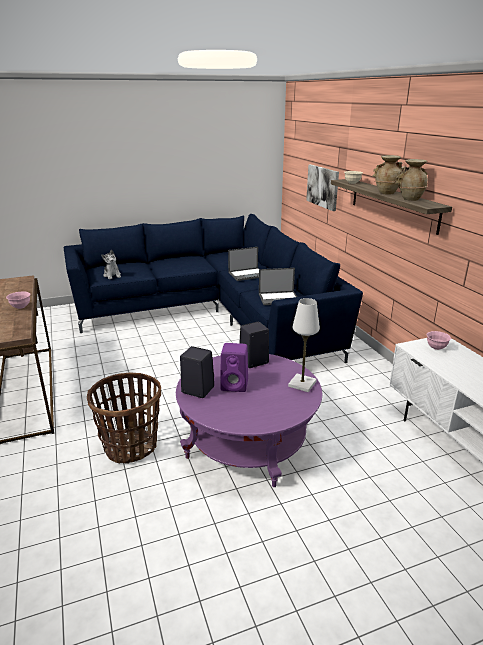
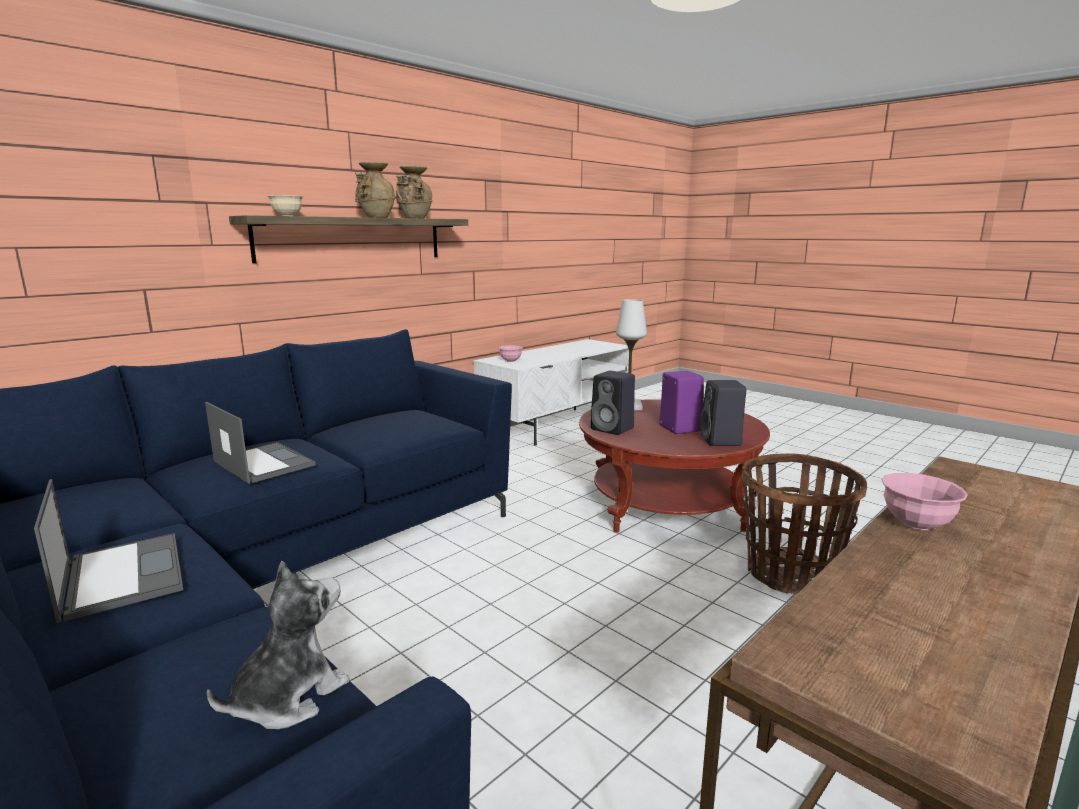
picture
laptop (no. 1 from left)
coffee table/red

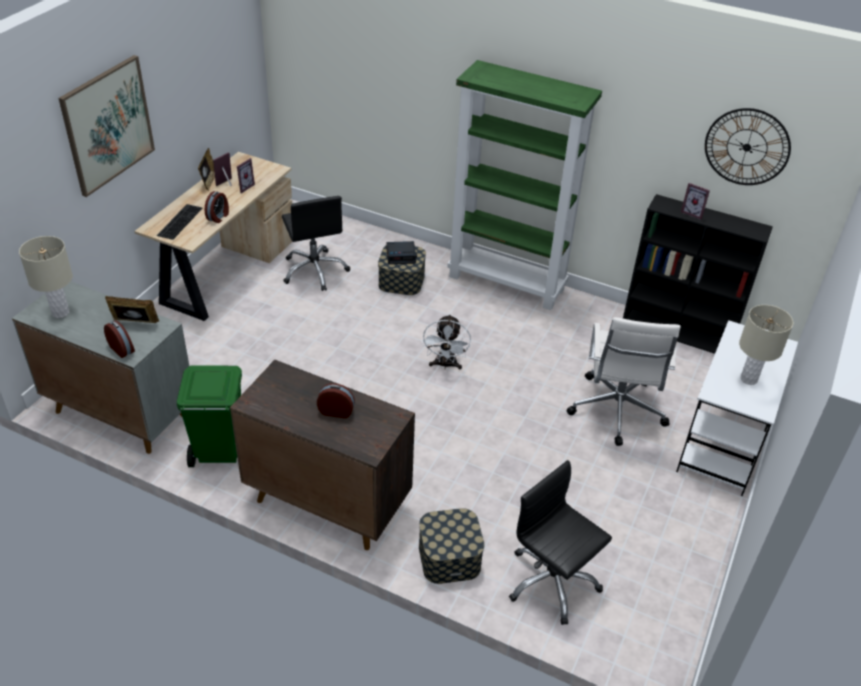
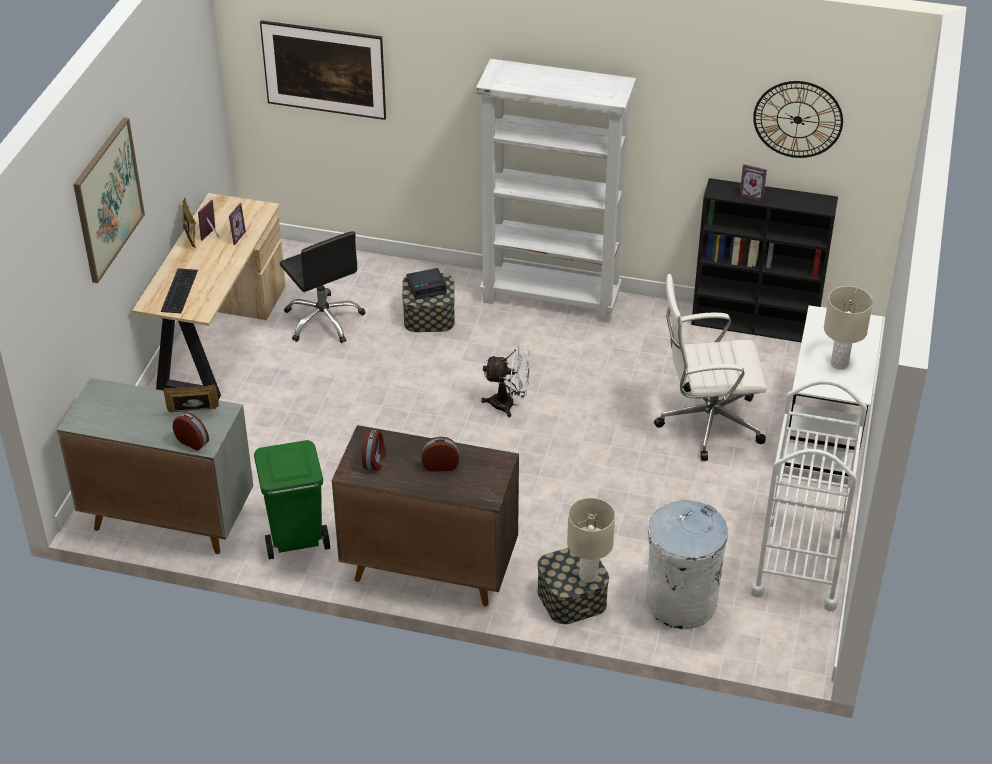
bookcase/white
alarm clock (no. 2 from left)
table lamp/beige (no. 1 from left)
fan/white
office chair/white
trash can/white
picture (no. 2 from left)
cart/white

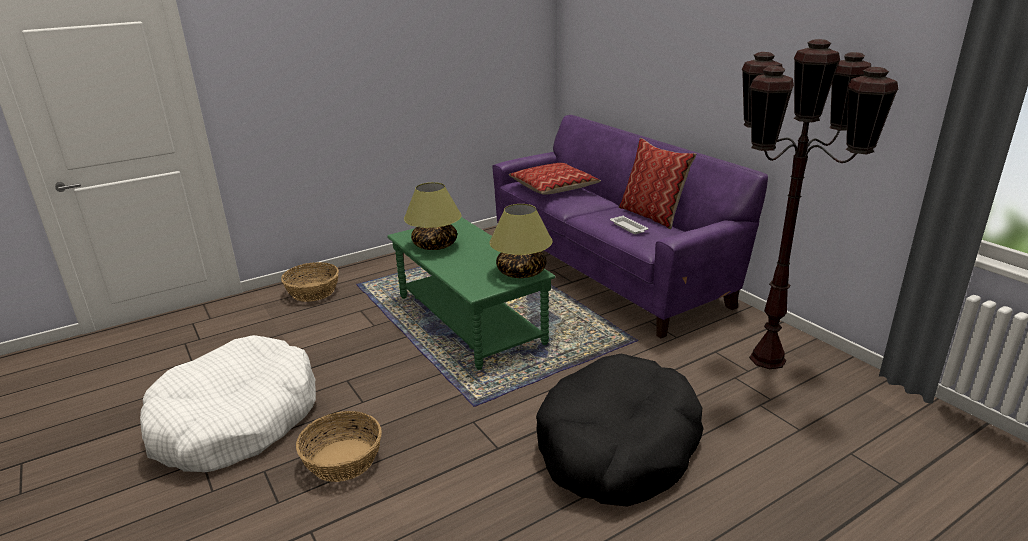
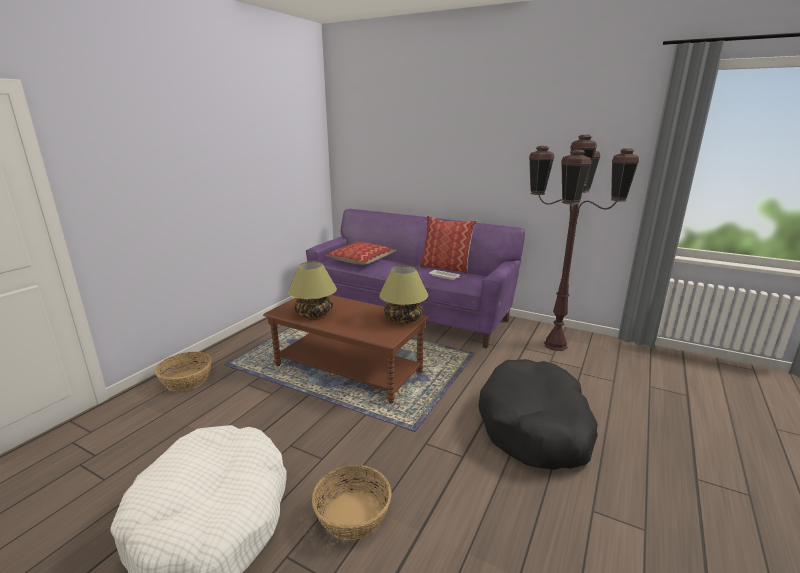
coffee table/brown

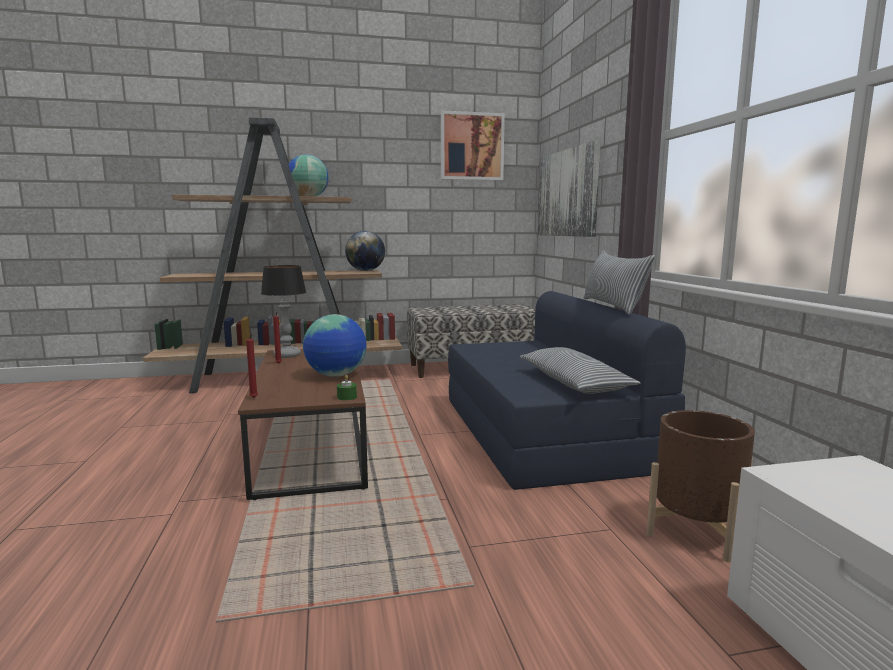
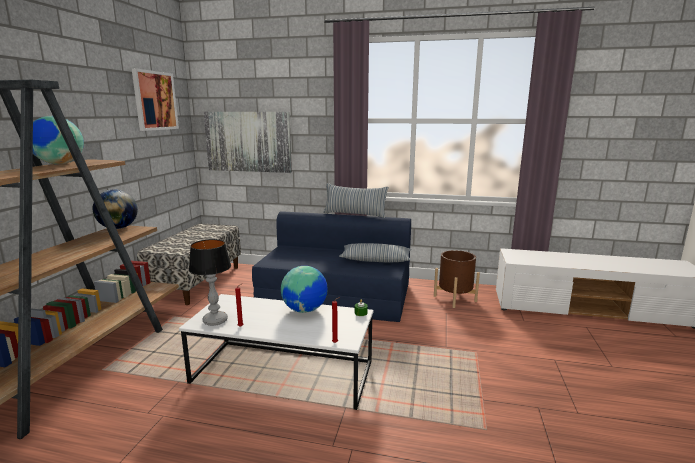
coffee table/white

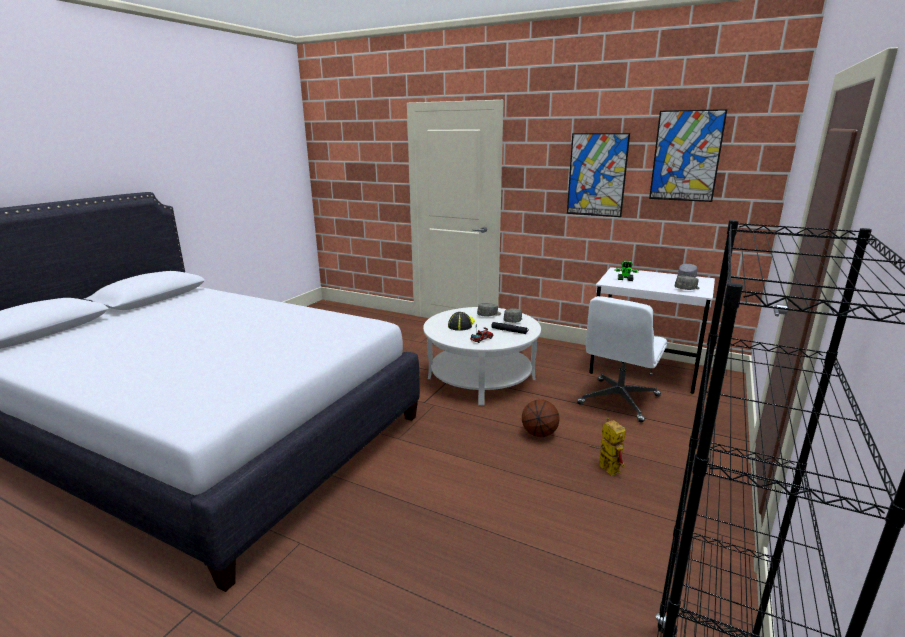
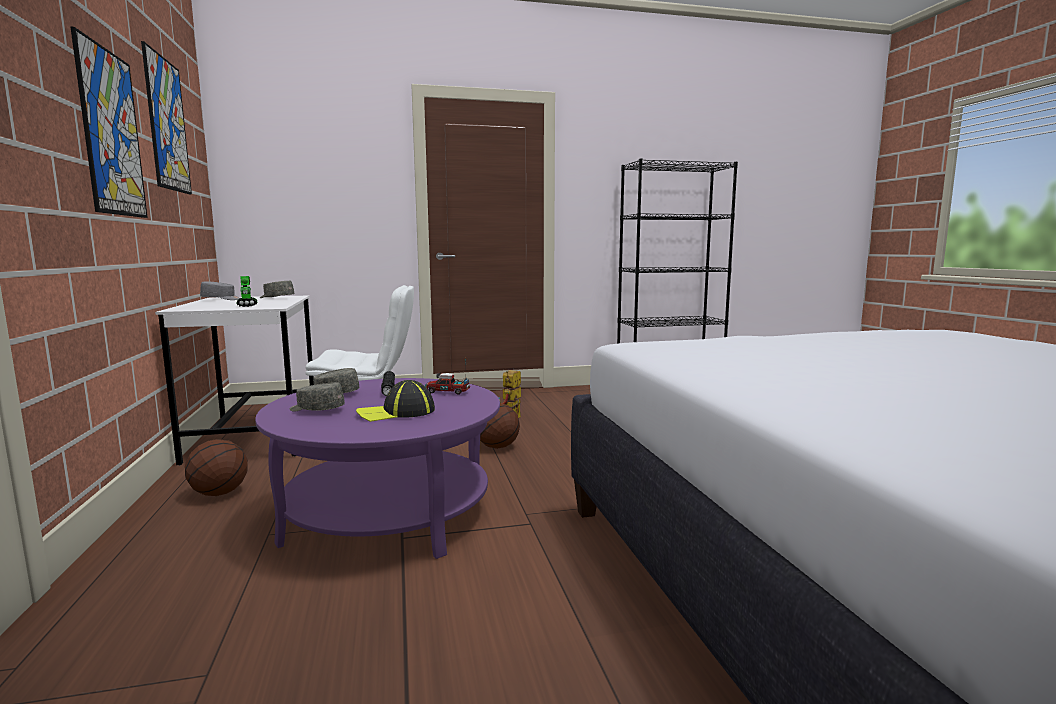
coffee table/purple
basketball (no. 1 from left)

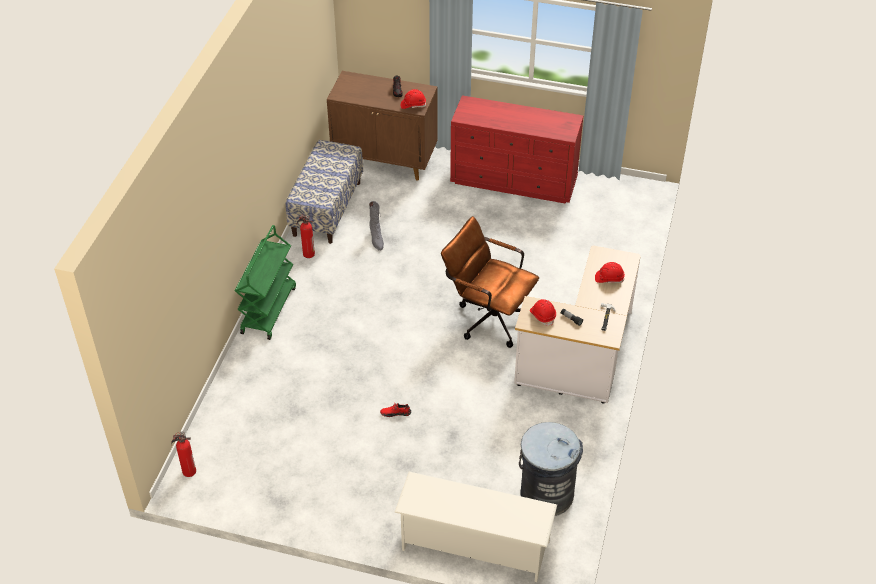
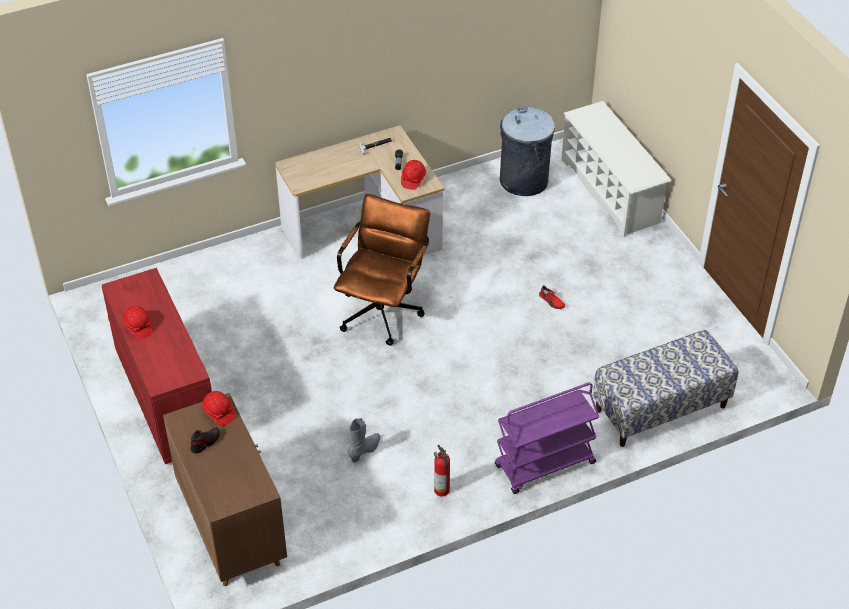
bench
office chair/brown
cart/purple
hard hat/red (no. 1 from left)
fire extinguisher (no. 1 from left in the first image)

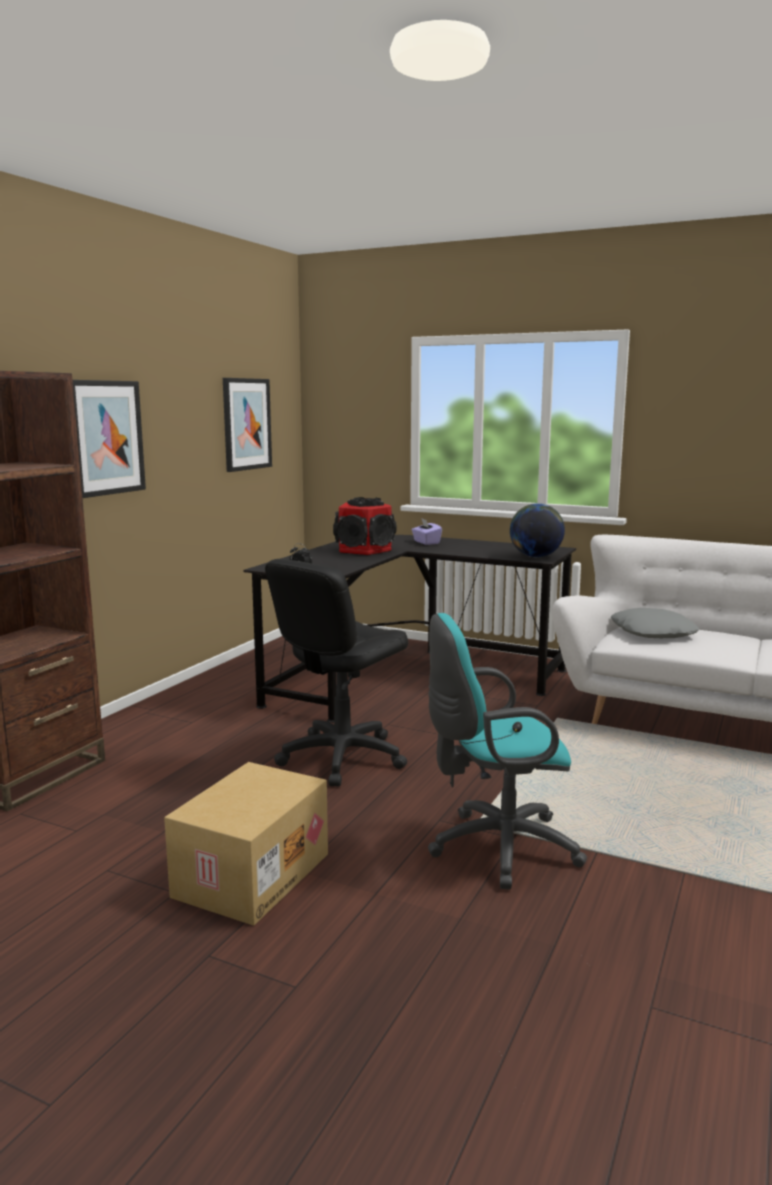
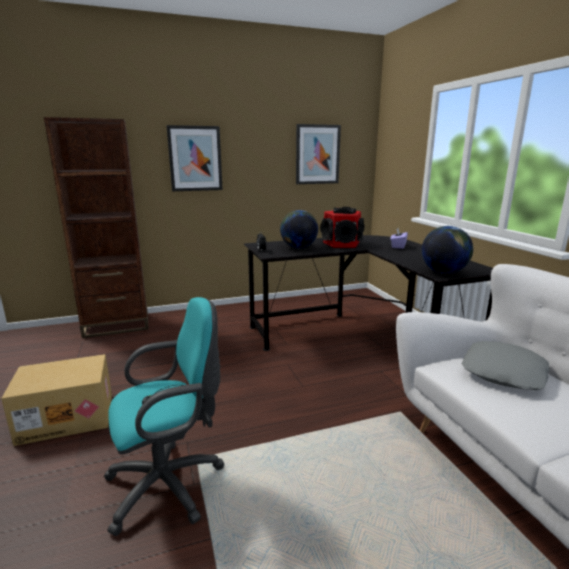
office chair/black
office chair/turquoise
globe (no. 1 from left)

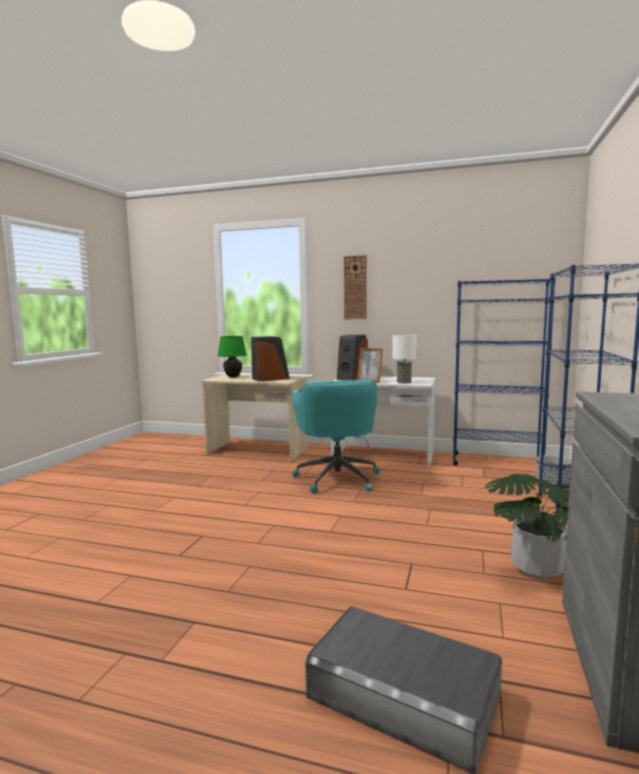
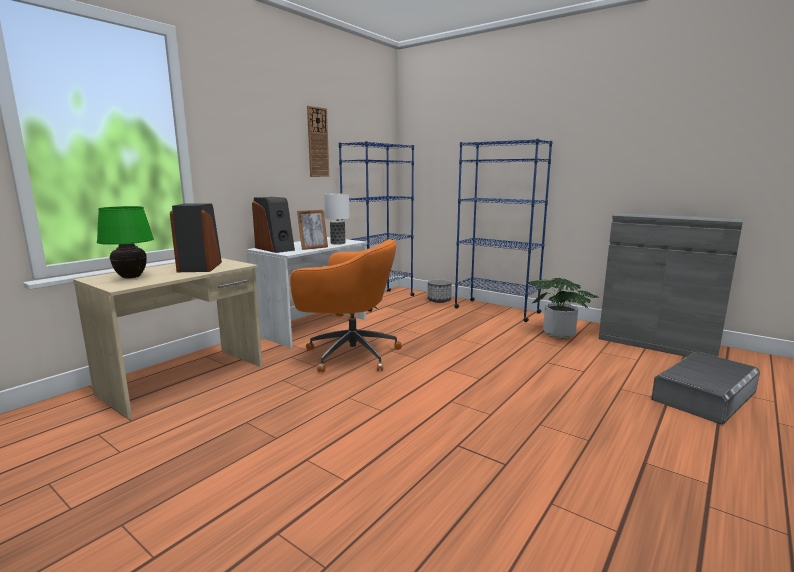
wall clock
office chair/orange

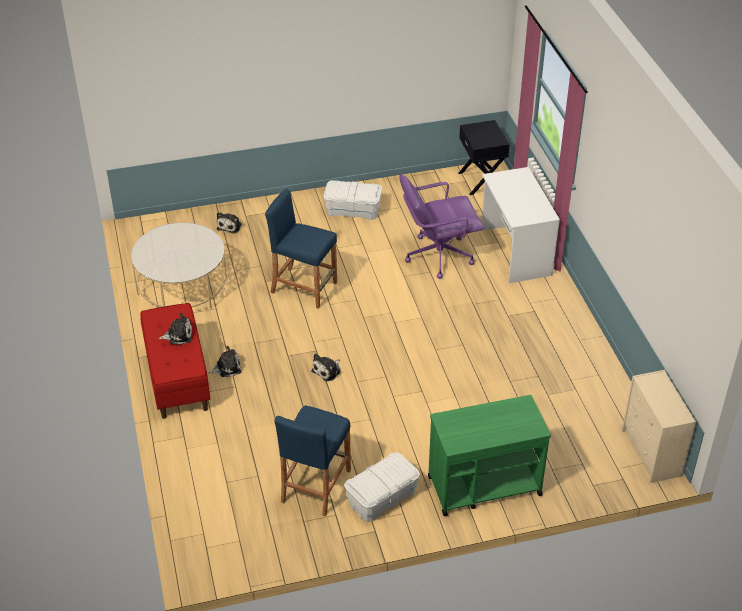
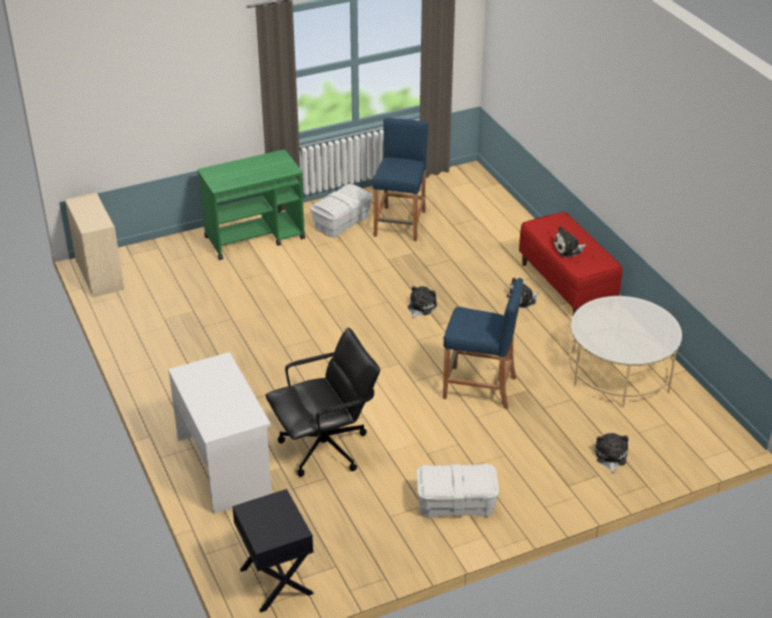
office chair/black

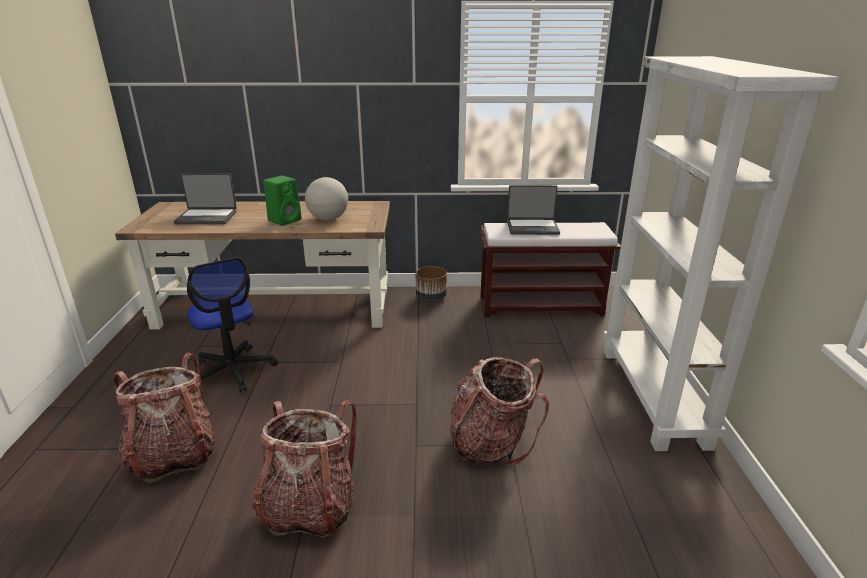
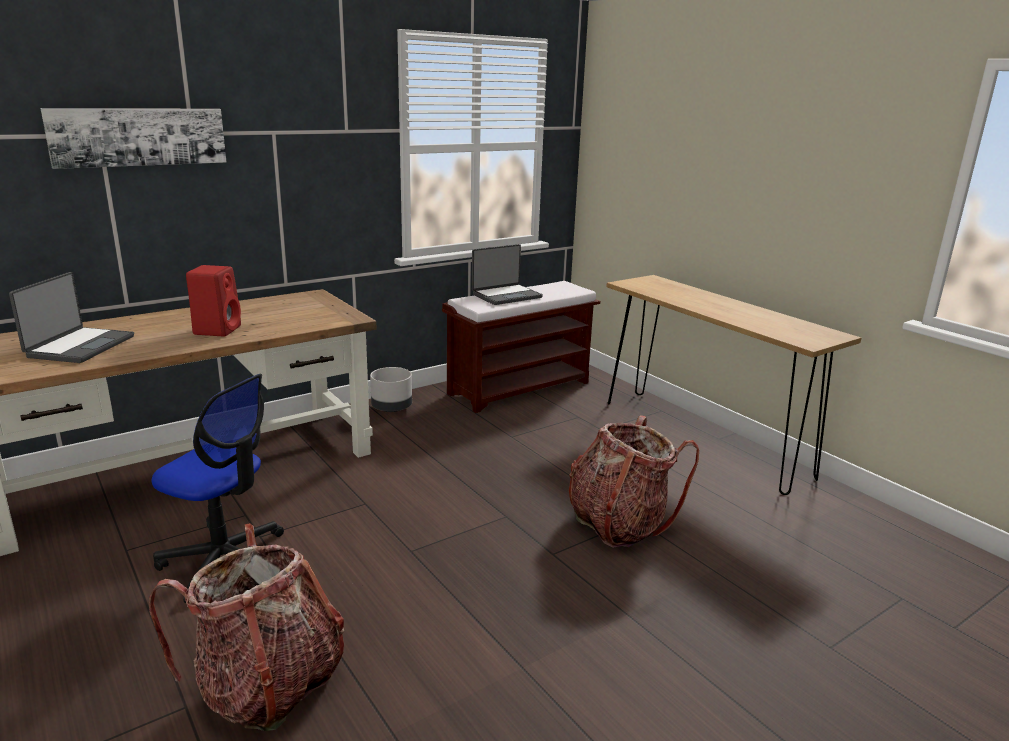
console table/brown
laptop (no. 1 from left)
speaker/red
globe
planter/grey
backpack (no. 2 from left in the first image)
picture

